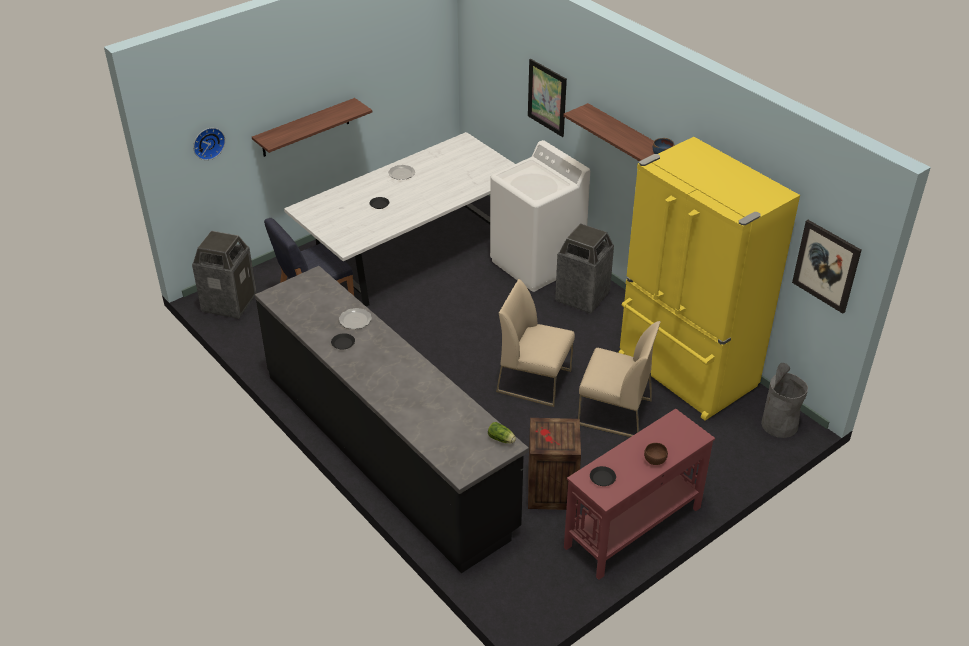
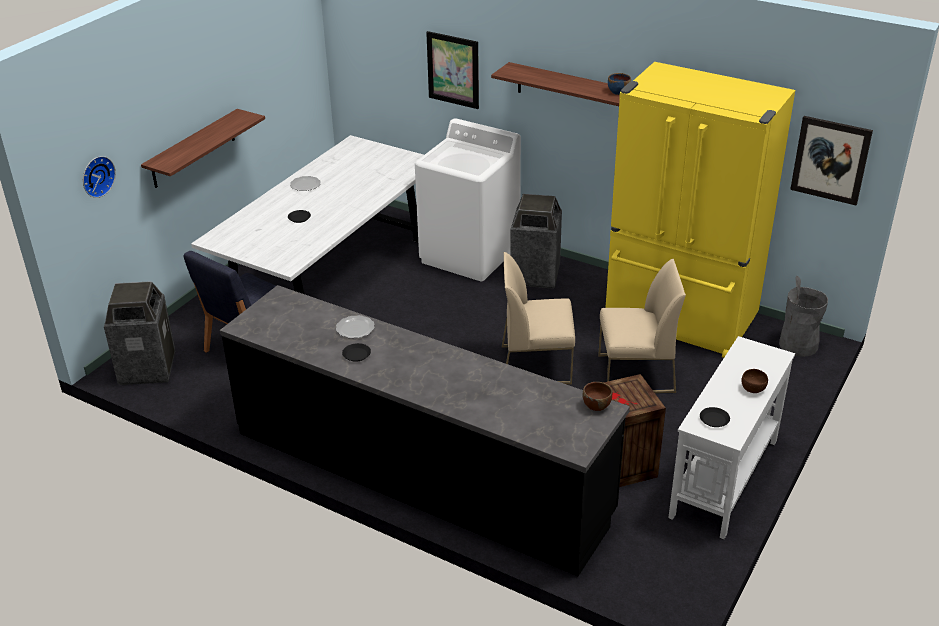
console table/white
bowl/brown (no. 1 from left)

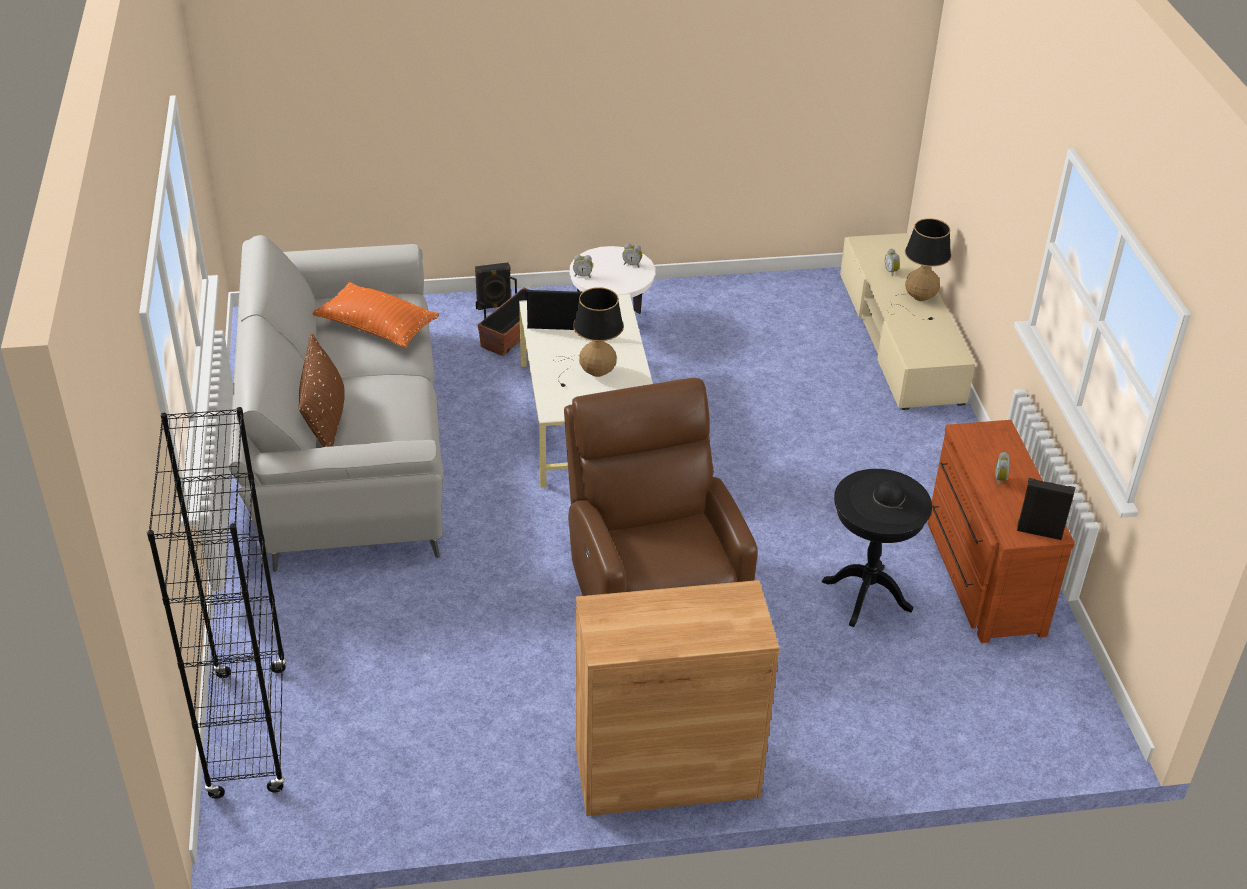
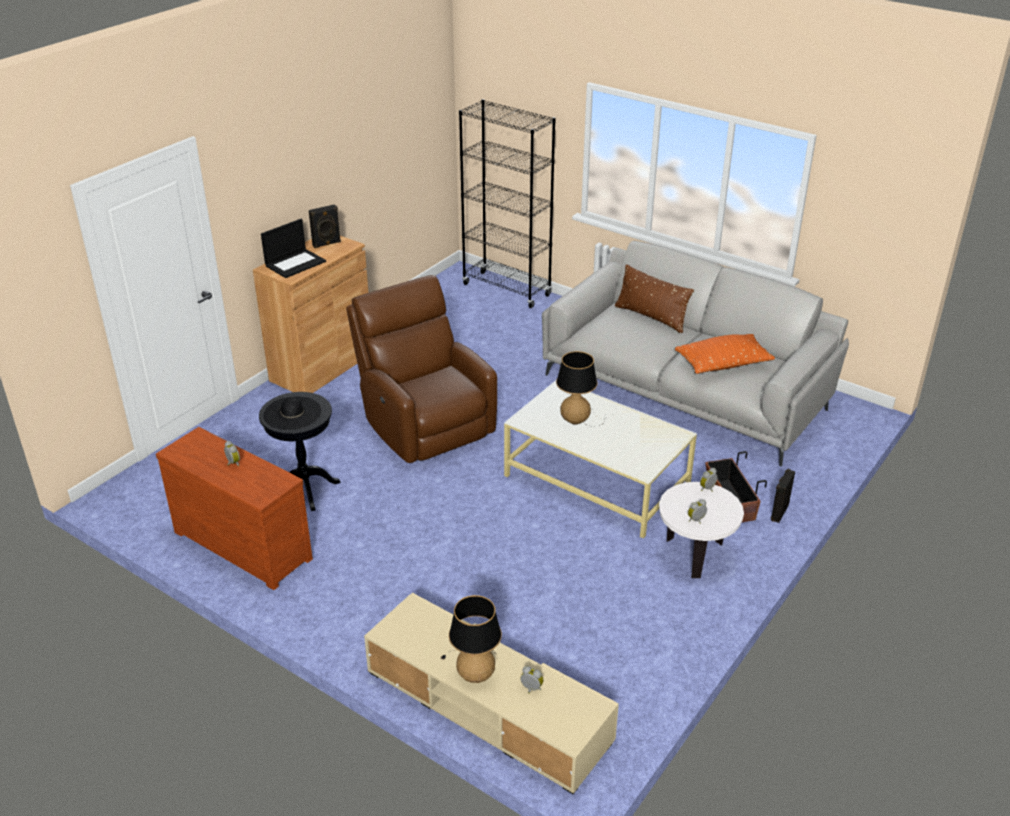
laptop
armchair/brown
speaker/black (no. 1 from left)

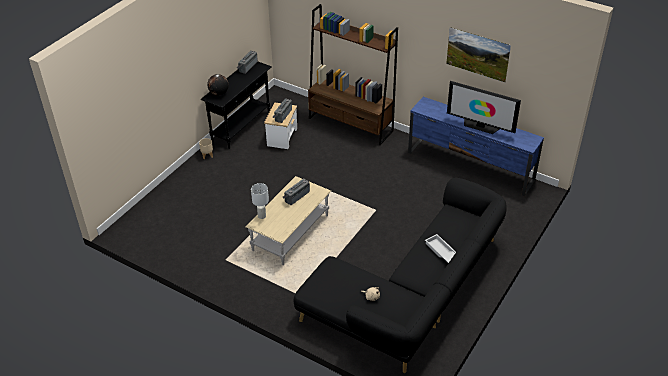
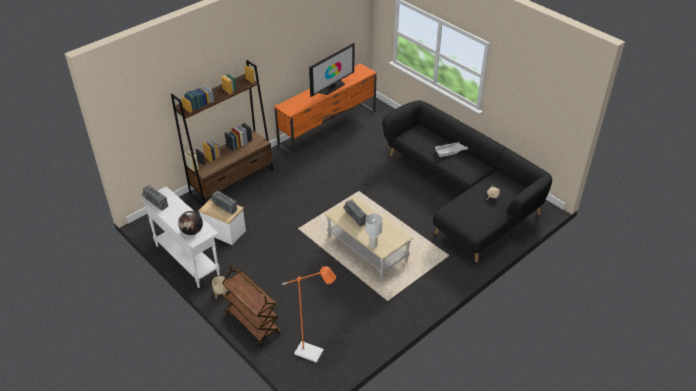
picture
console table/white
tv stand/orange
cart/brown
floor lamp/orange

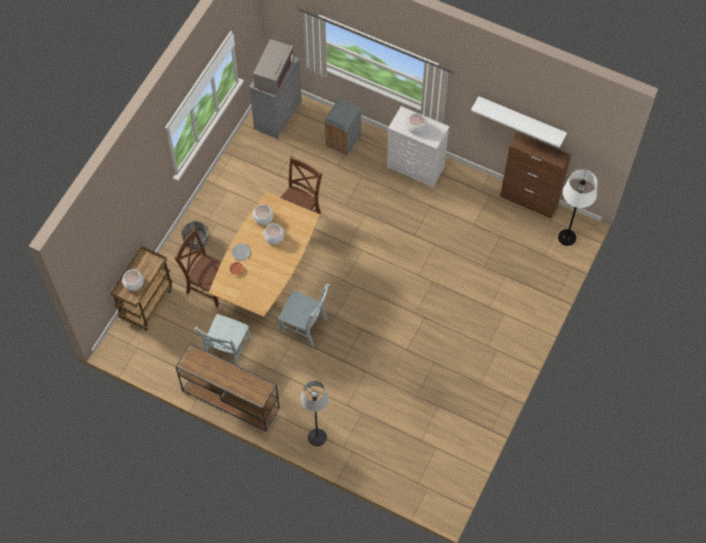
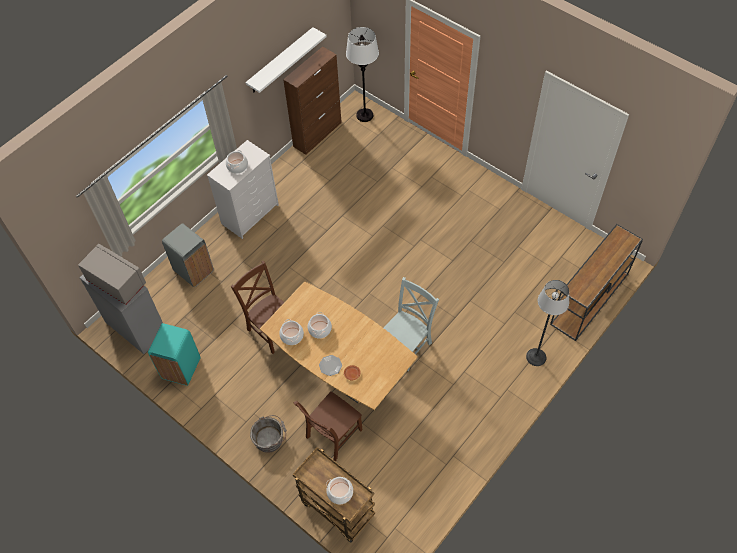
chair/grey (no. 1 from left in the first image)
console table/brown
trash can/turquoise

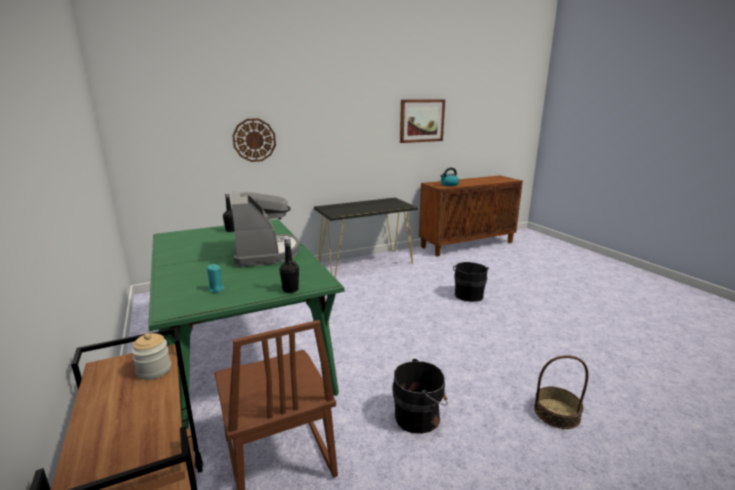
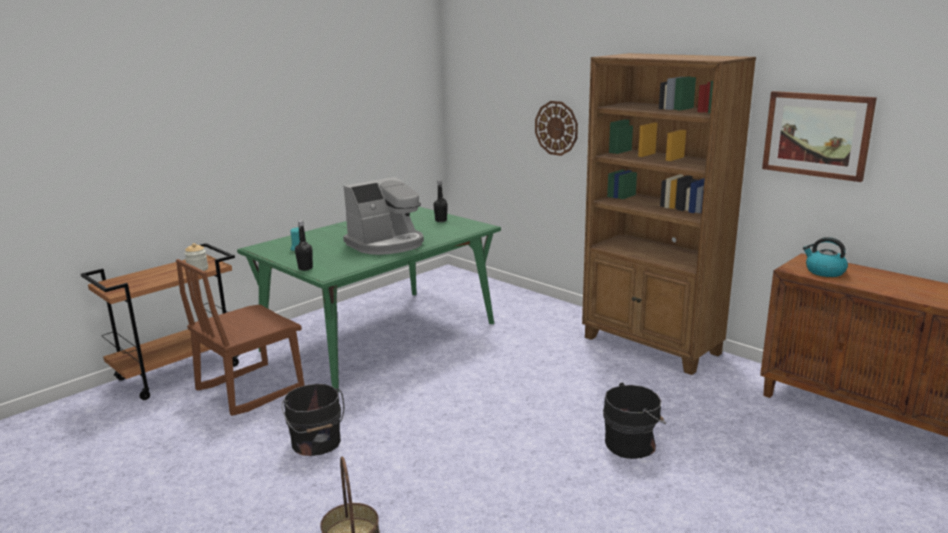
bookcase/brown

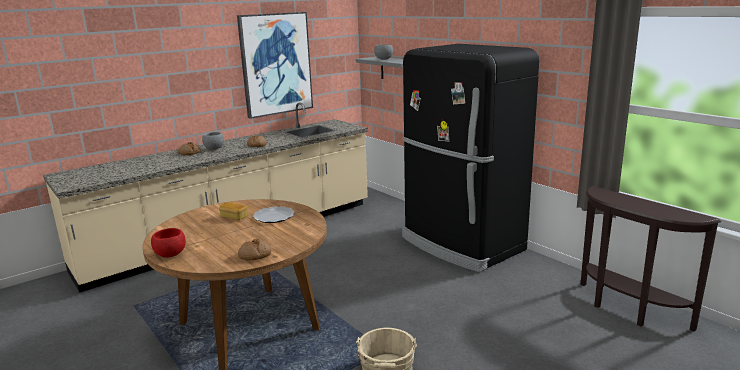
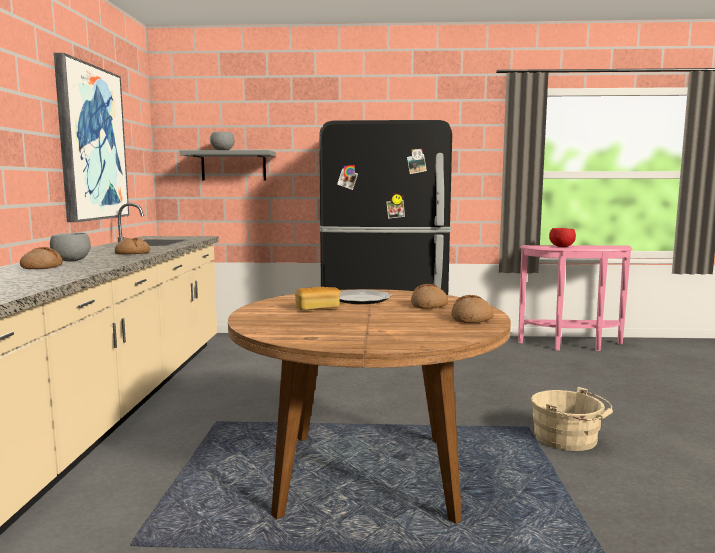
console table/pink
bowl/red
bread (no. 4 from left)

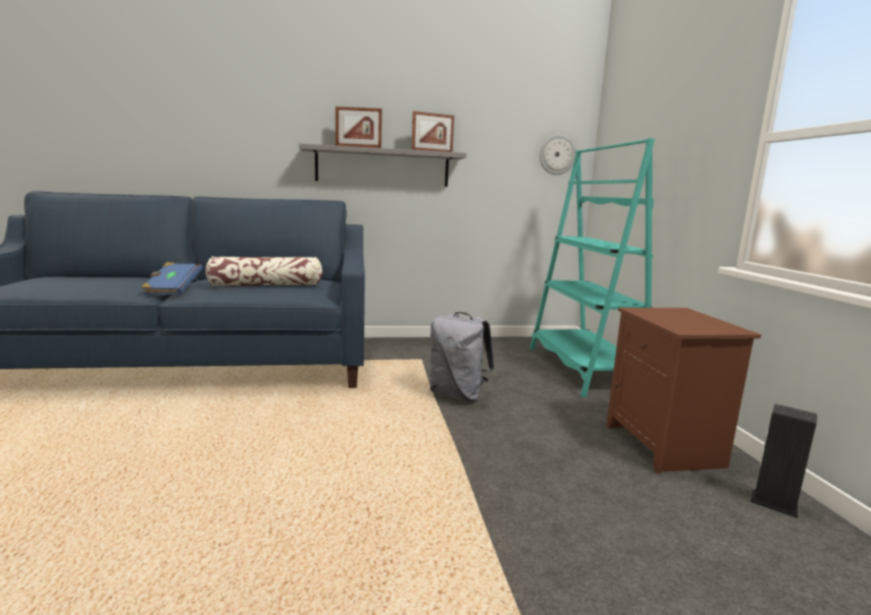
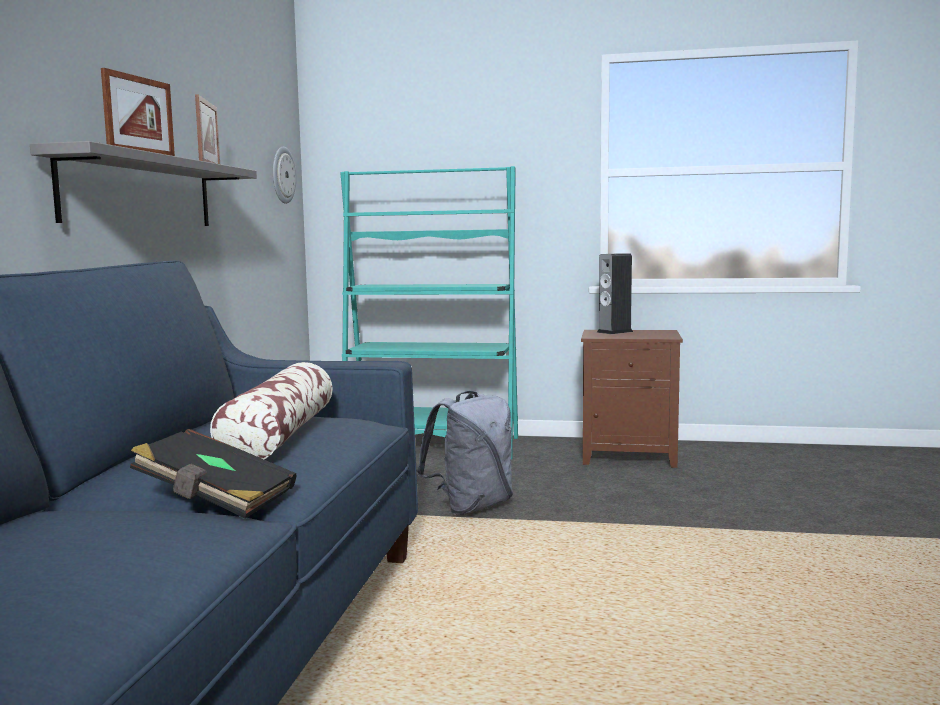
book/black
speaker

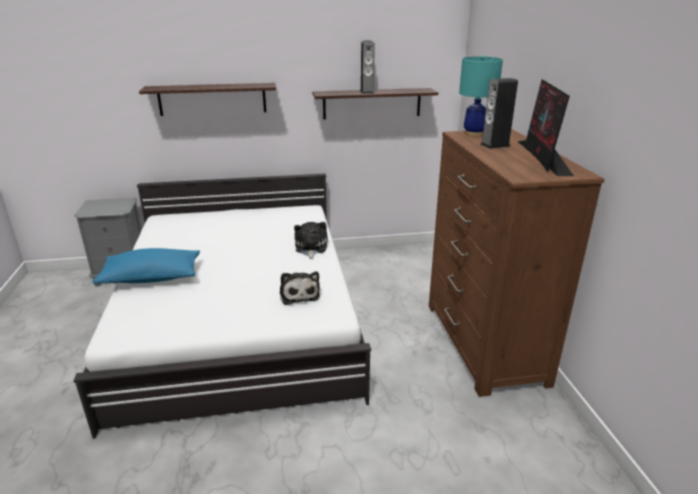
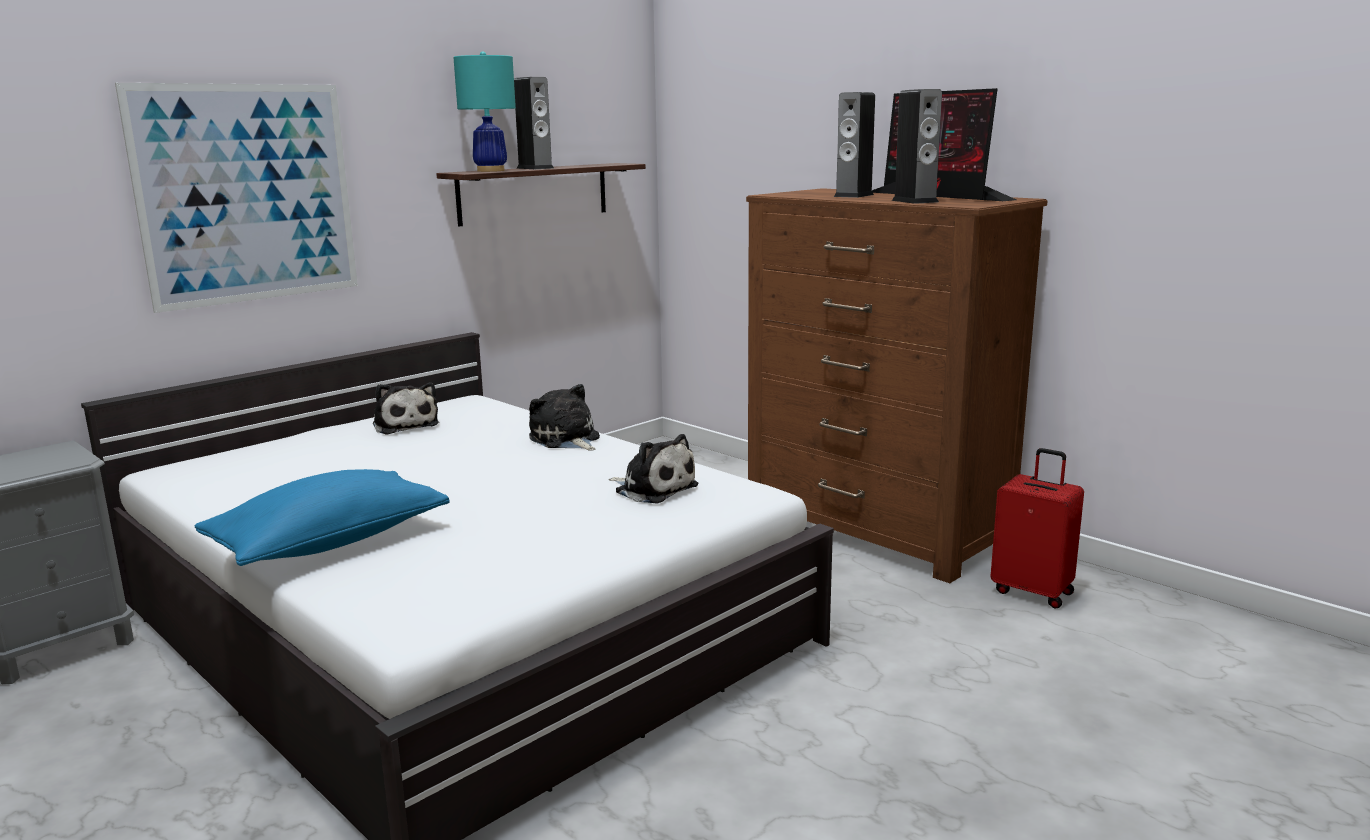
table lamp/turquoise
picture
speaker (no. 3 from left)
plush toy (no. 1 from left)
suitcase/red

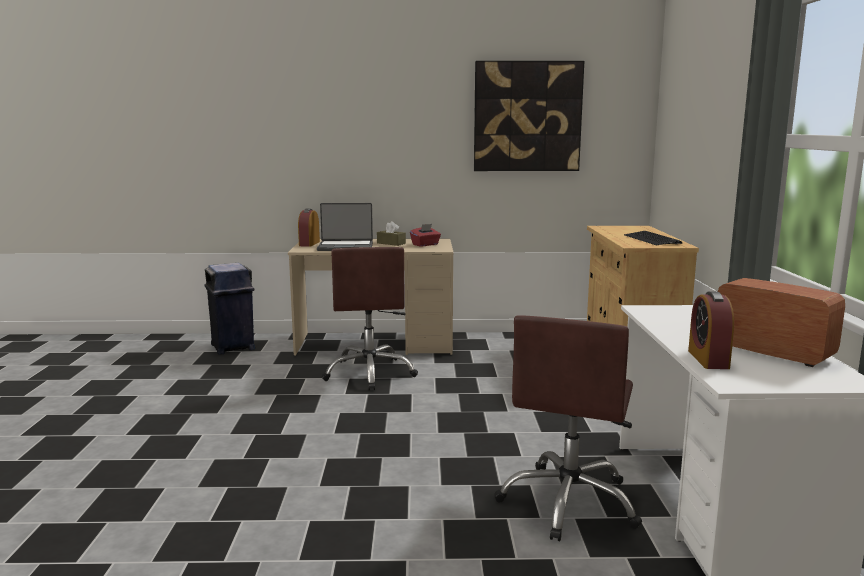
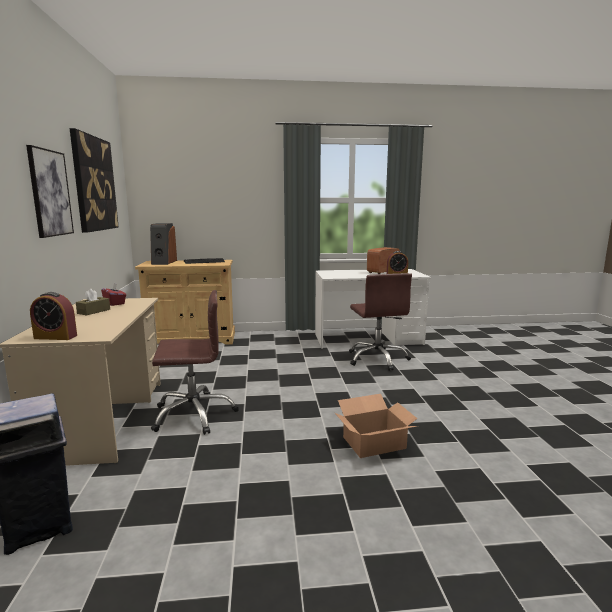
laptop
office chair/brown (no. 2 from left)
picture (no. 1 from left)
speaker
cardboard box

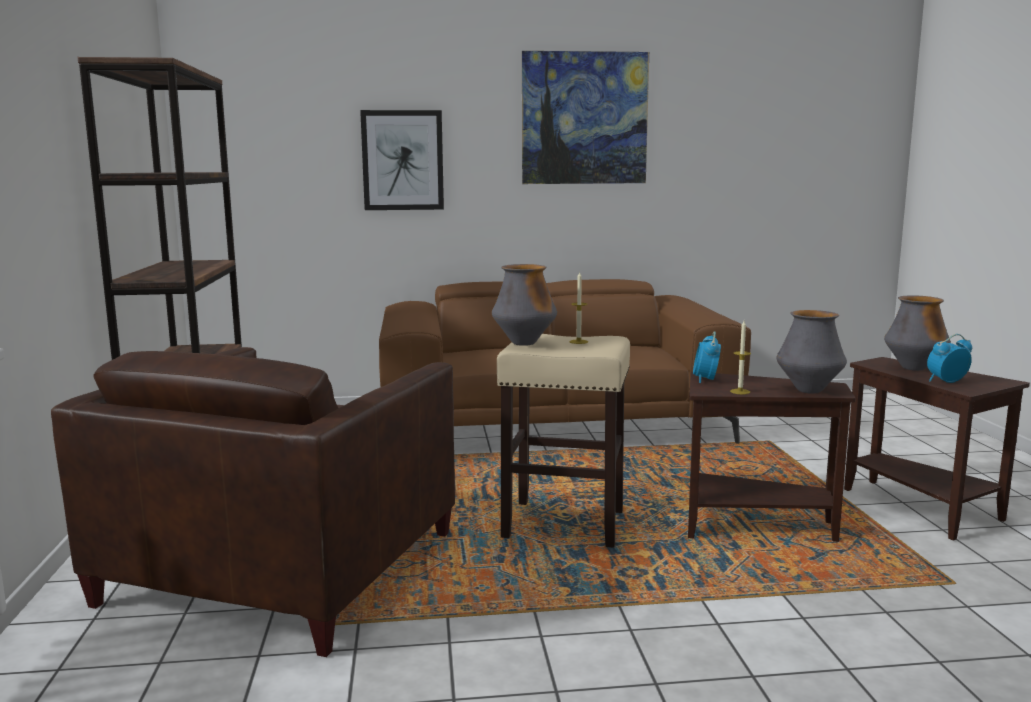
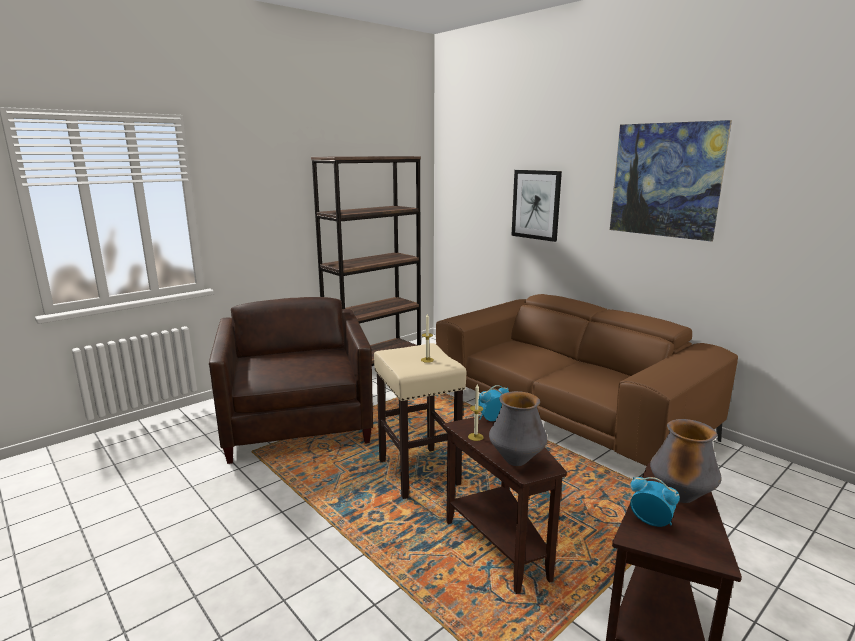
vase (no. 1 from left in the first image)
armchair/brown

